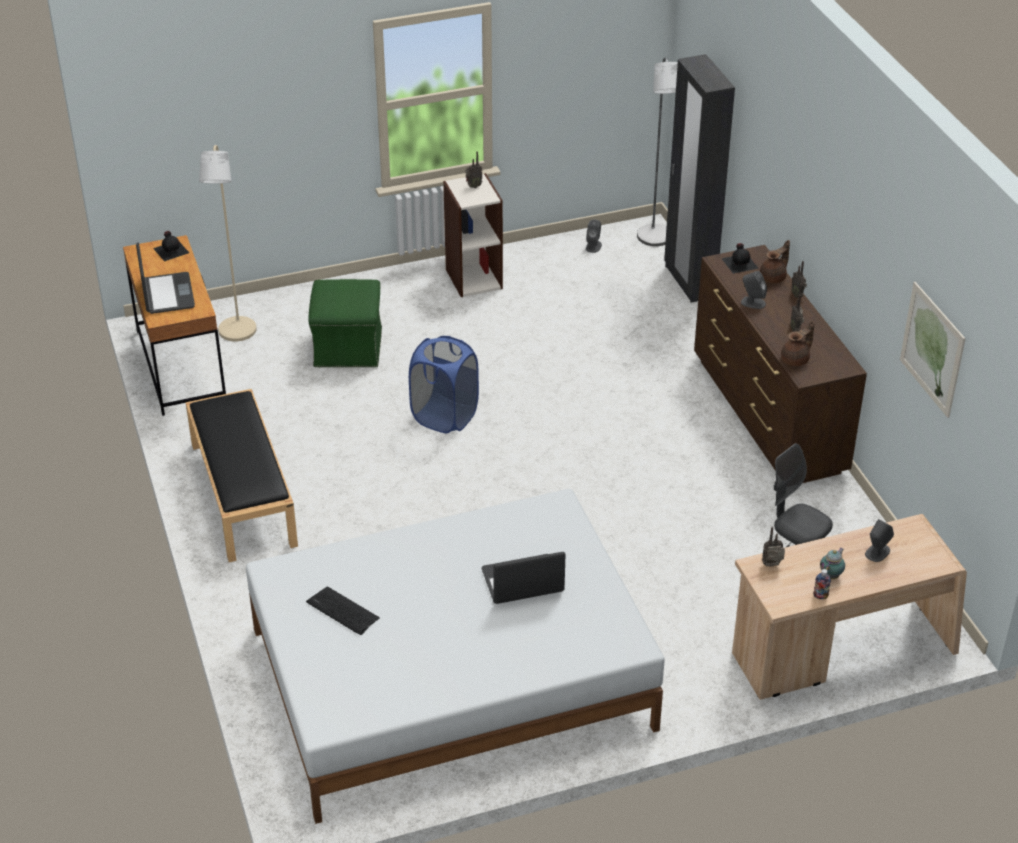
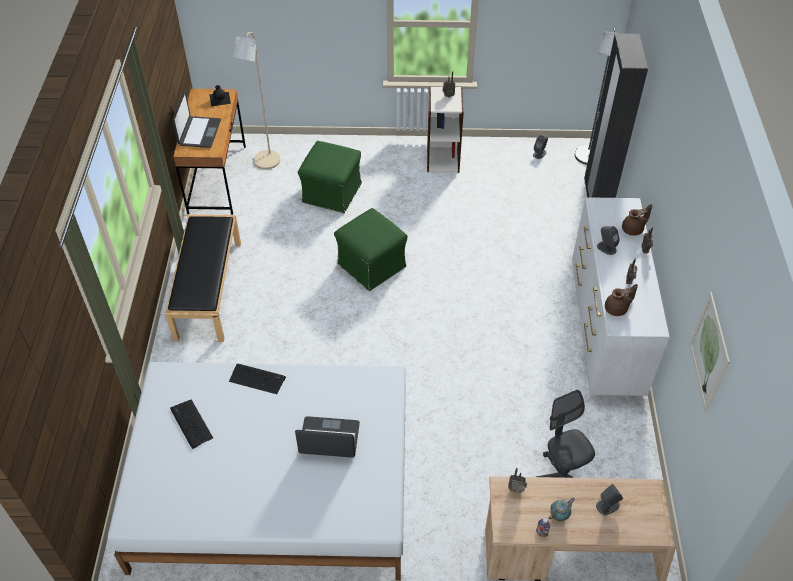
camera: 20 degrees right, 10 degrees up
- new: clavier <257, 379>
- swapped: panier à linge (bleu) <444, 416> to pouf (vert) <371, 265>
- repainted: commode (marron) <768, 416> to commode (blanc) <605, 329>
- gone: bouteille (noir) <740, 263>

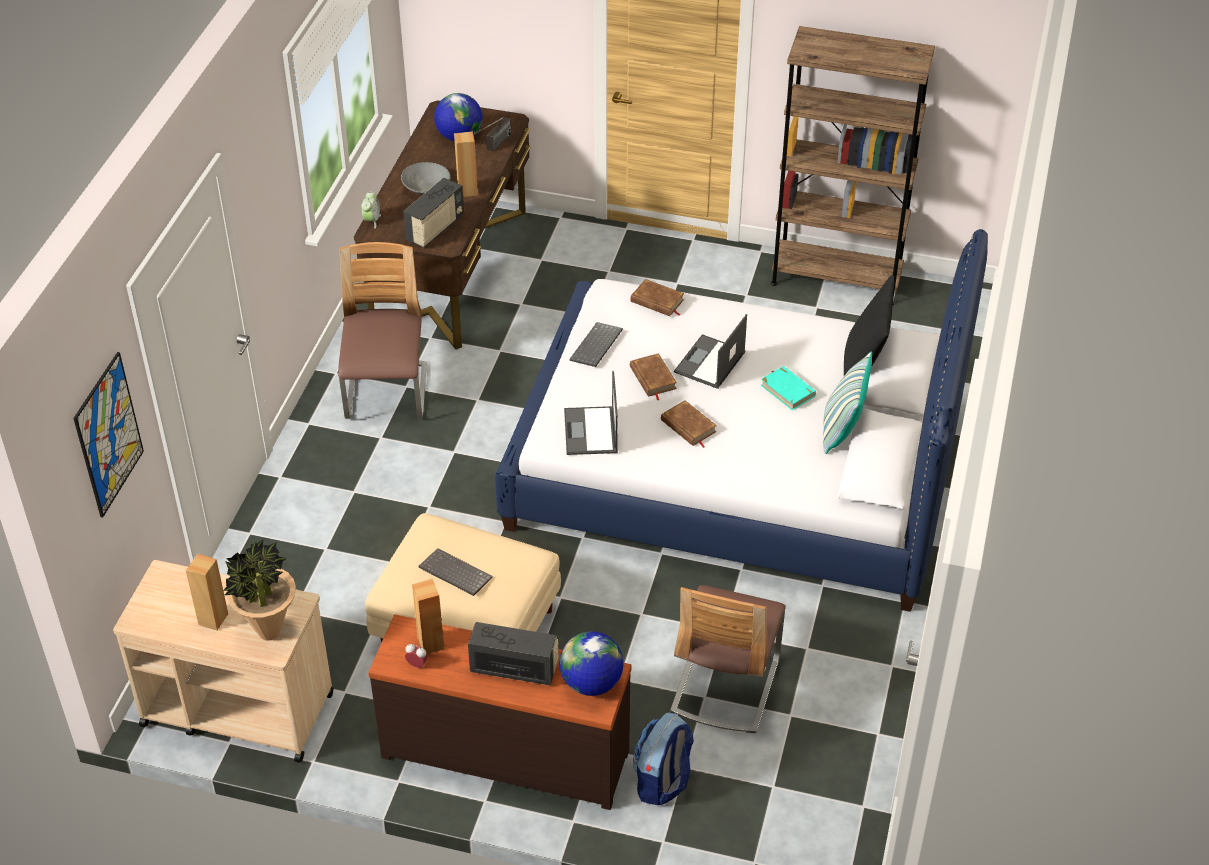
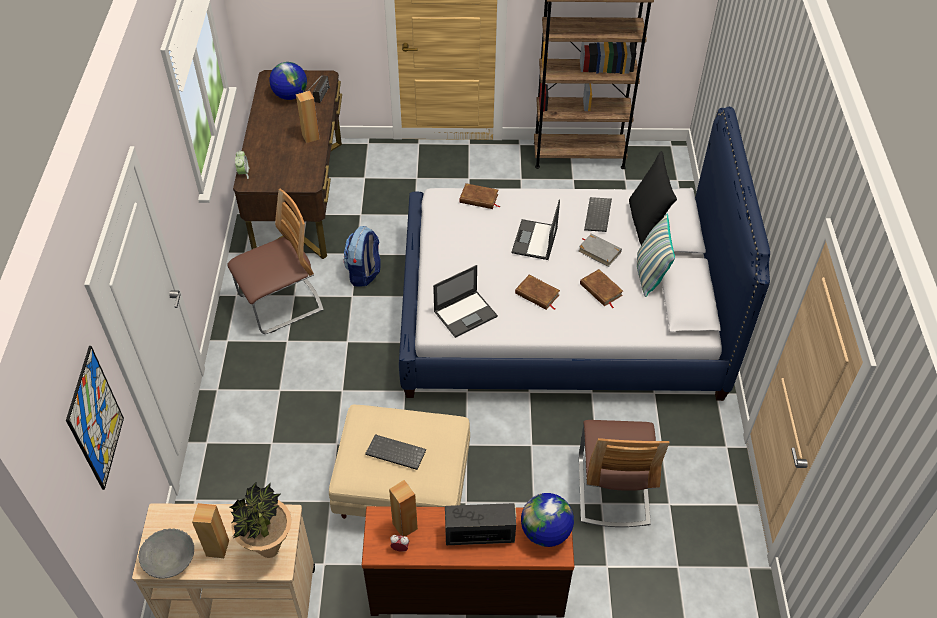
camera: 15 degrees left, 5 degrees up
- shifted: bol (gris) <426, 188> to <170, 559>
- rotated: chaise <386, 393> = <281, 304> 75 degrees clockwise
- shifted: sac à dos <662, 782> to <364, 273>
- rotated: ordinateur portable <591, 432> = <466, 313> 105 degrees counterclockwise
- repainted: livre (turquoise) <787, 390> to livre (gris) <599, 251>
- shifted: livre (marron) <652, 378> to <601, 290>
- shifted: clavier <597, 347> to <598, 216>
- gone: radio <435, 229>

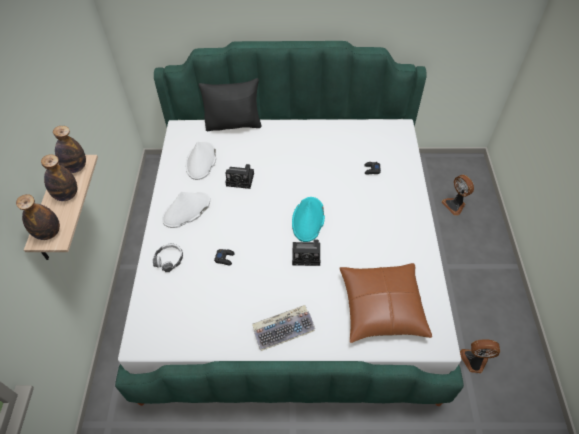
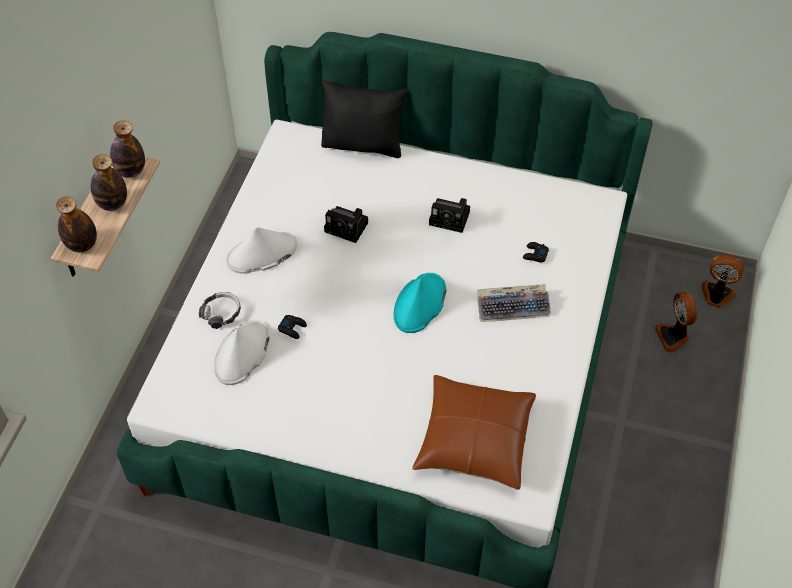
camera: 15 degrees right, 0 degrees up
- shifted: chapeau (blanc) <201, 161> to <242, 353>
- shifted: appareil photo <307, 255> to <451, 218>
- shifted: clavier <284, 329> to <513, 306>
- shifted: ventilateur <474, 361> to <716, 295>

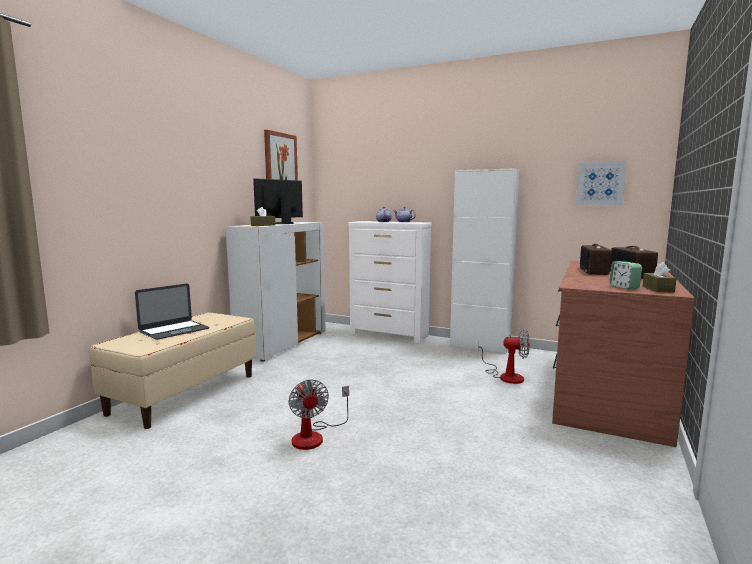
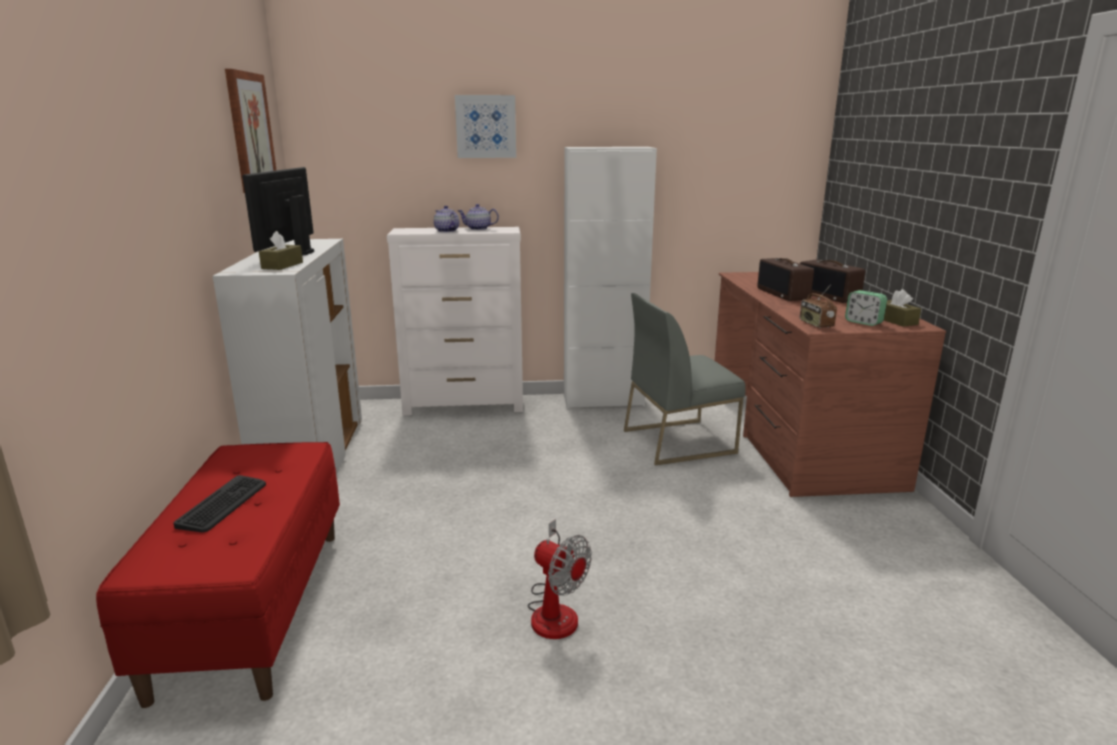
camera: 30 degrees left, 10 degrees up
- repainted: banc (beige) <185, 393> to banc (rouge) <252, 607>
- swapped: ordinateur portable <174, 330> to clavier <223, 504>
- shifted: tableau <600, 184> to <486, 126>
- swapped: ventilateur <506, 376> to chaise (gris) <679, 441>
- new: radio <815, 324>

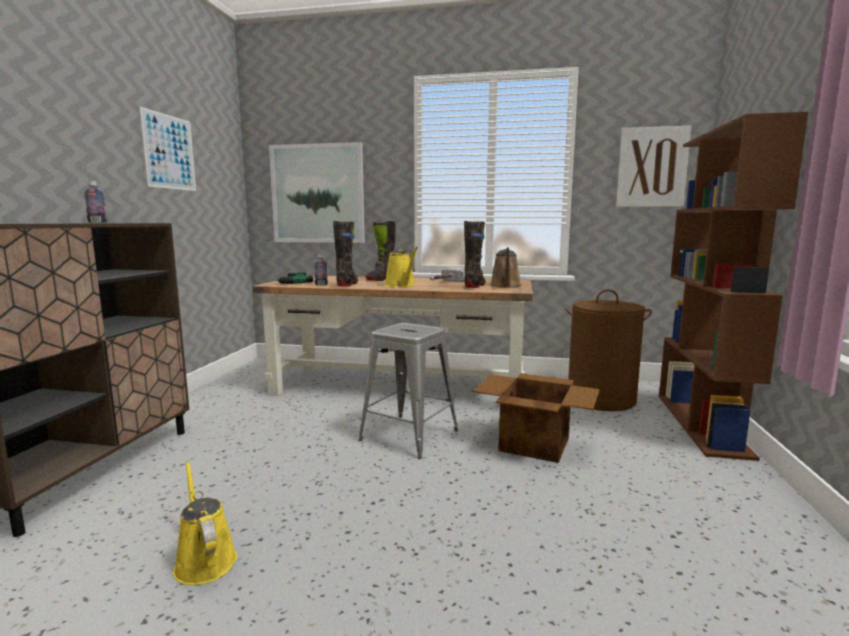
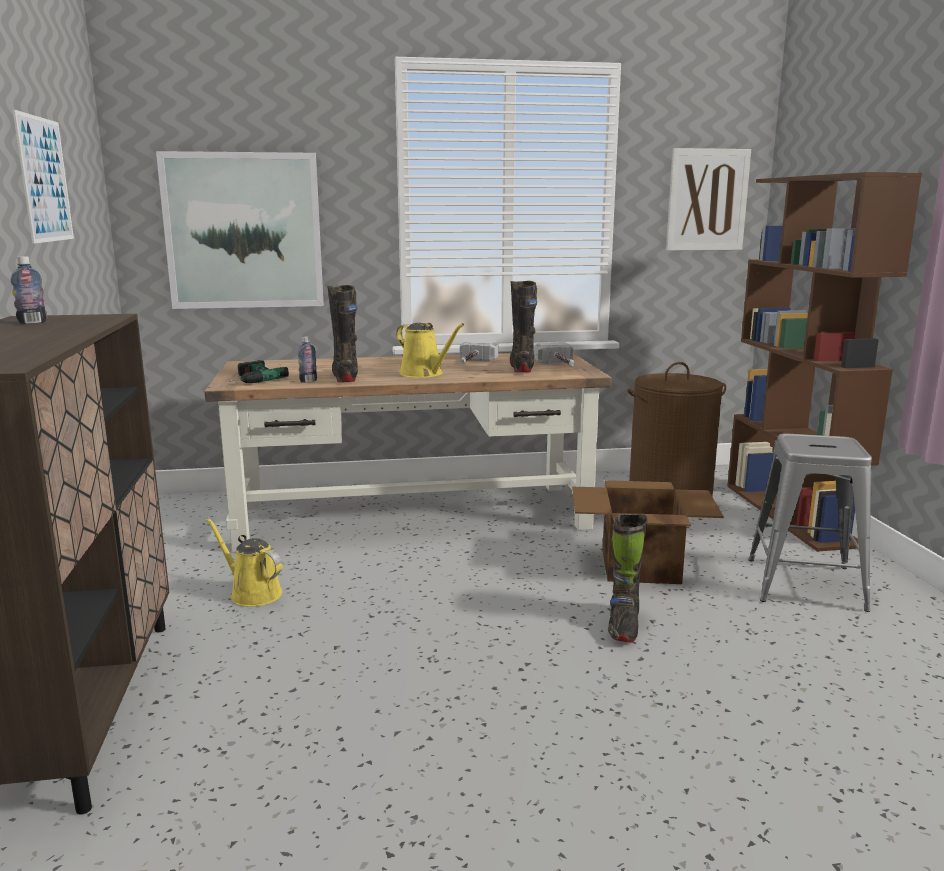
camera: 20 degrees left, 5 degrees up
- shifted: arrosoir (jaune) <204, 560> to <252, 593>
- swapped: arrosoir (marron) <505, 286> to marteau <560, 366>
- shifted: botte (noir) <381, 280> to <623, 626>
- shifted: tabouret (gris) <410, 435> to <805, 583>

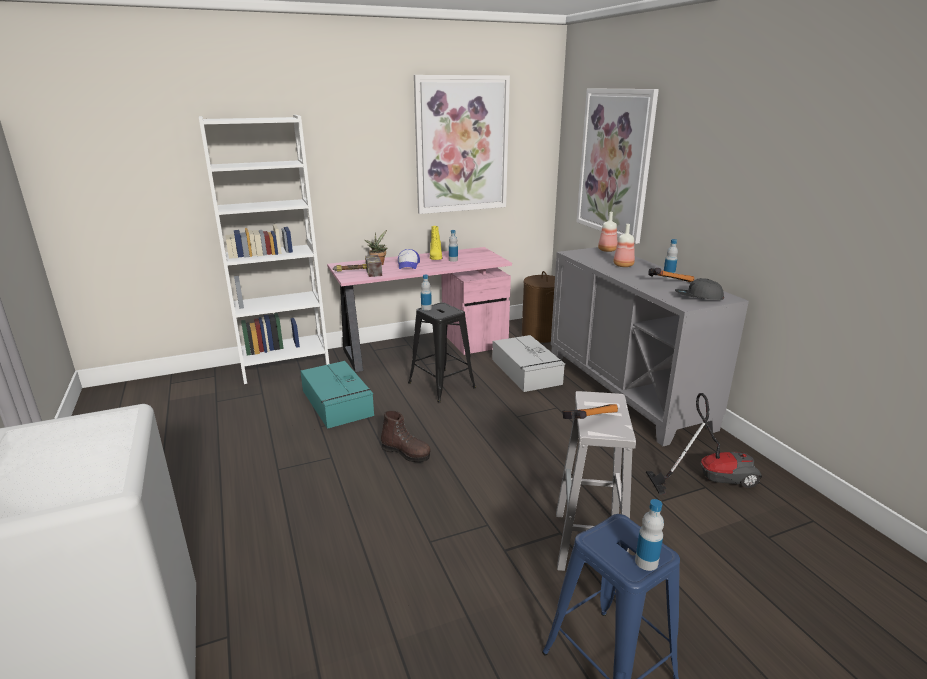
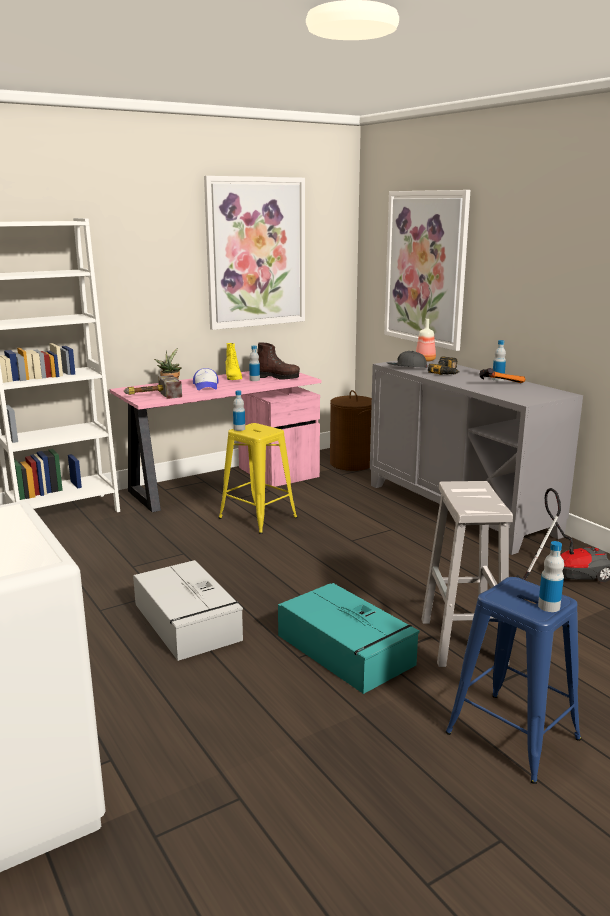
camera: 10 degrees left, 5 degrees down
- shifted: boîte de rangement (gris) <526, 372> to <187, 622>
- repainted: tabouret (noir) <441, 385> to tabouret (jaune) <257, 518>
- shifted: botte (marron) <406, 453> to <277, 377>
- shifted: boîte de rangement (turquoise) <337, 403> to <346, 651>
- shifted: casquette (gris) <698, 297> to <406, 367>
- swapped: bouteille <623, 265> to perceuse <447, 372>
- gone: marteau <587, 420>

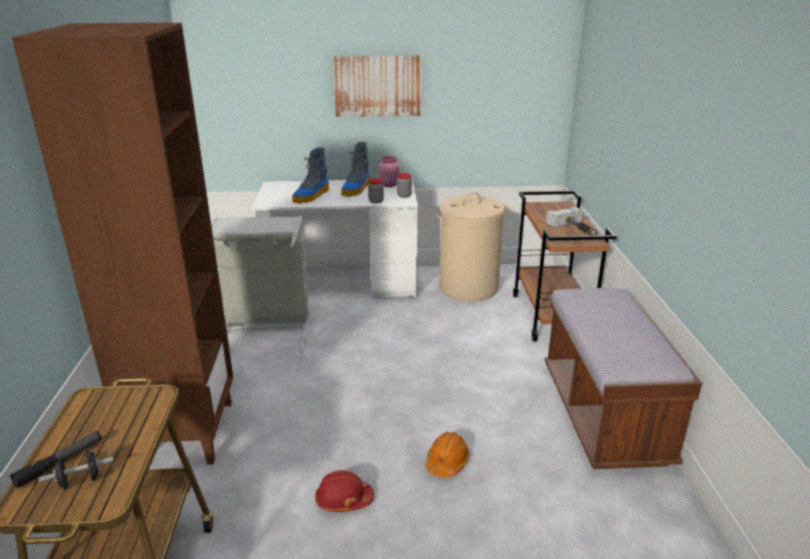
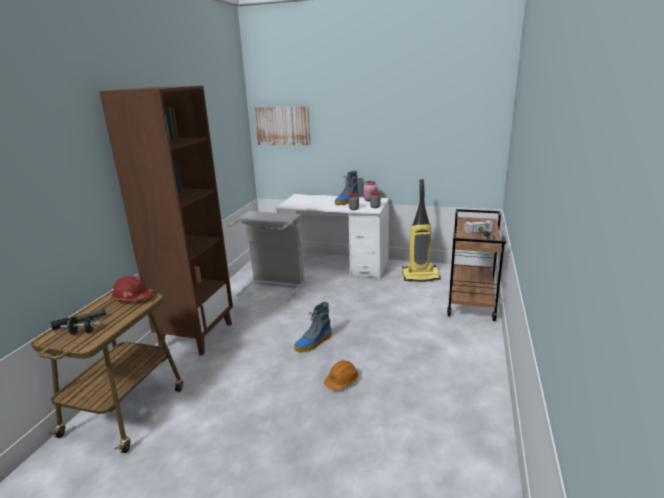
camera: 20 degrees right, 5 degrees down
- shifted: casque de chantier (rouge) <343, 500> to <132, 298>
- shifted: tableau <378, 85> to <283, 125>
- shifted: botte <311, 196> to <314, 343>
- swapped: panier à linge (beige) <468, 287> to aspirateur <420, 276>
- gone: banc (marron) <603, 415>

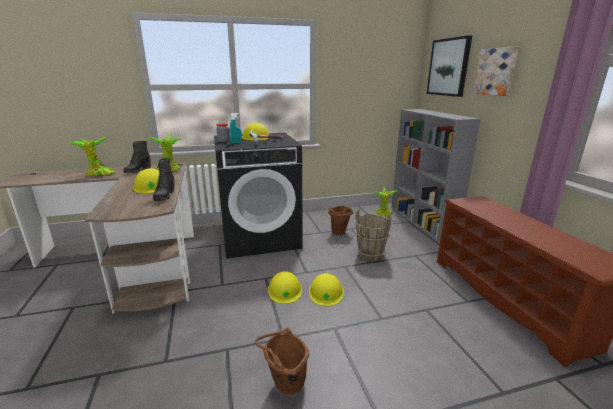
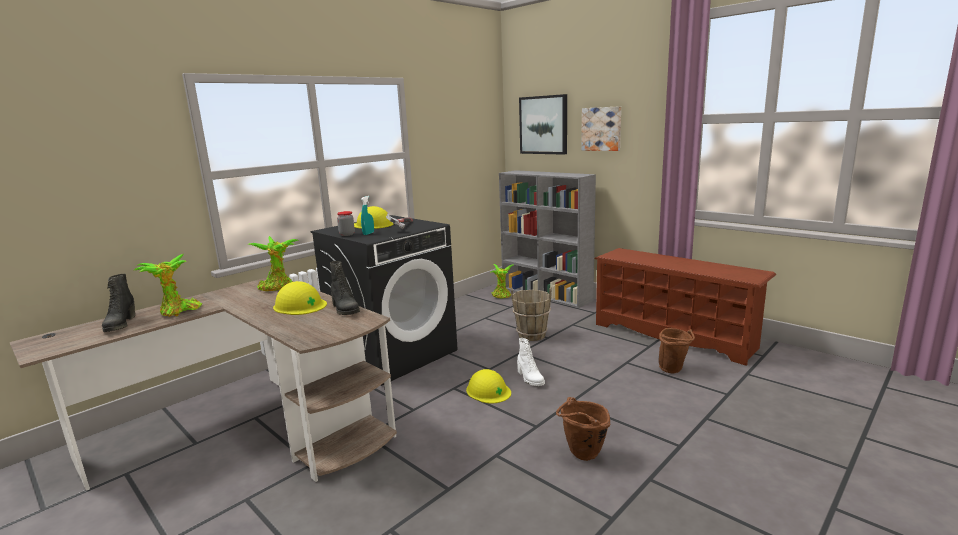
camera: 30 degrees left, 5 degrees down
- shifted: botte (noir) <137, 171> to <120, 325>
- swapped: casque de chantier (jaune) <326, 292> to botte (blanc) <530, 379>
- shifted: seau (marron) <339, 233> to <674, 370>

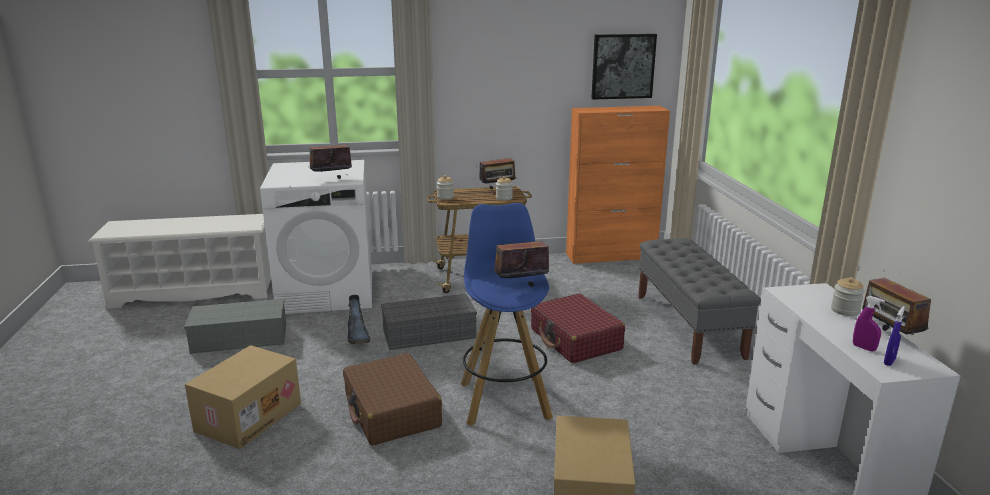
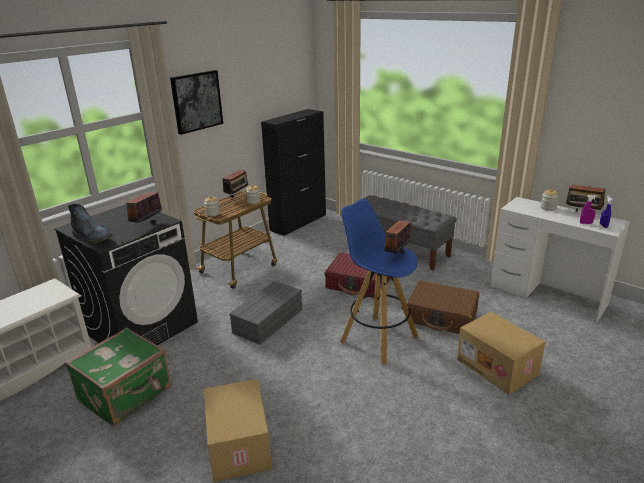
camera: 40 degrees left, 5 degrees up
- repainted: lave-linge (blanc) <327, 293> to lave-linge (noir) <142, 327>
- swapped: boîte de rangement (gris) <241, 337> to valise (vert) <126, 395>
- shifted: botte <358, 336> to <93, 238>
- shifted: tableau <623, 66> to <196, 101>
- repainted: meuble de rangement (orange) <611, 256> to meuble de rangement (noir) <299, 222>
- shifted: valise (marron) <392, 411> to <442, 316>

